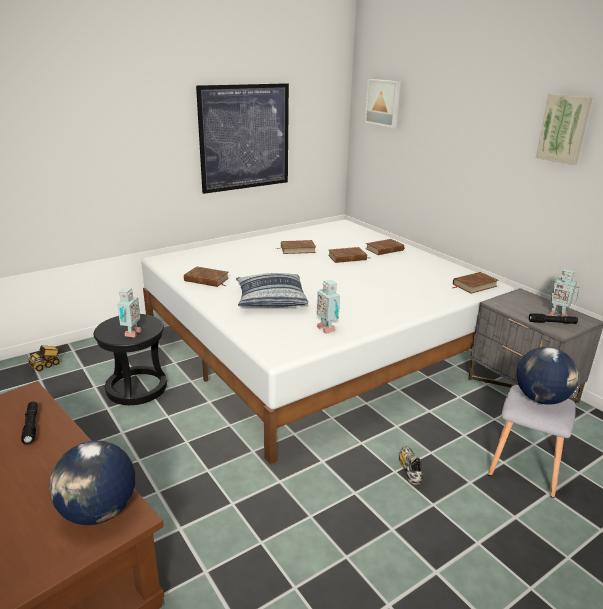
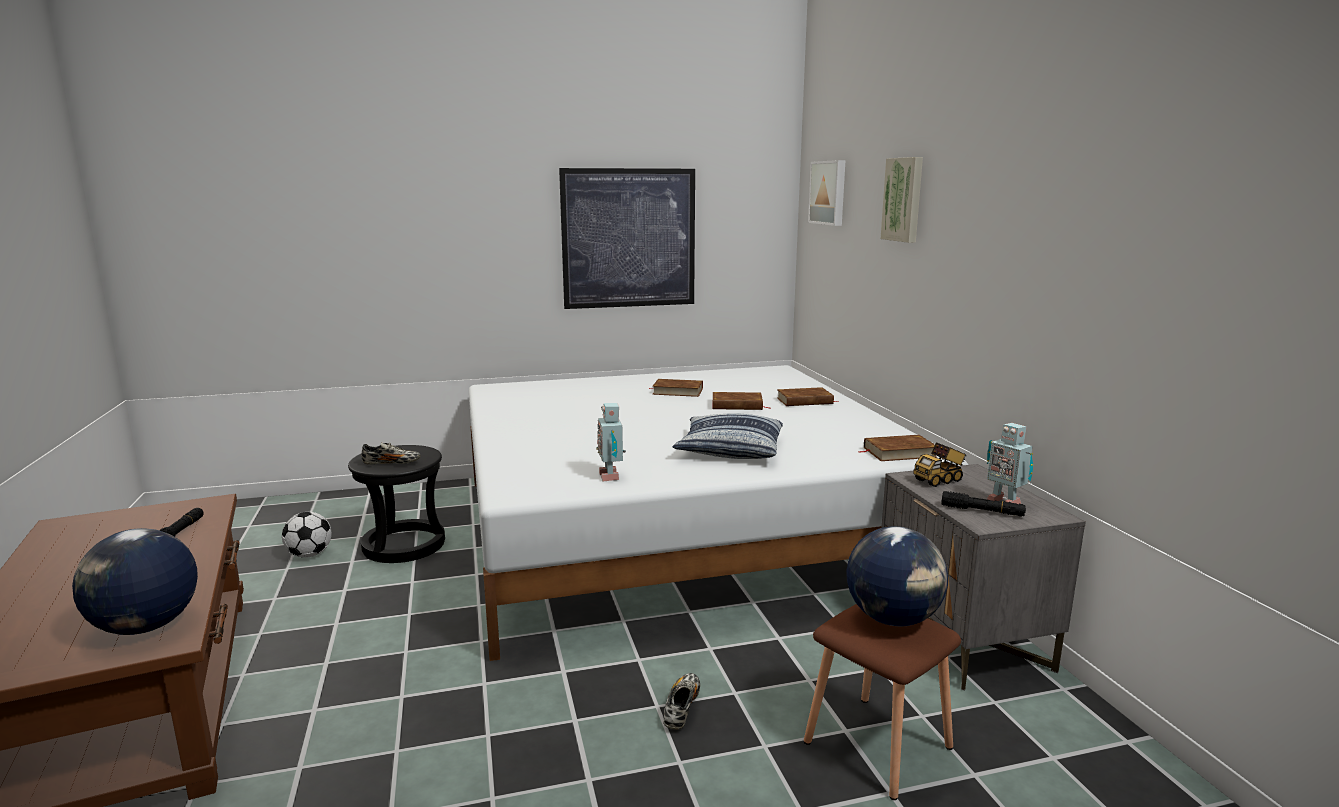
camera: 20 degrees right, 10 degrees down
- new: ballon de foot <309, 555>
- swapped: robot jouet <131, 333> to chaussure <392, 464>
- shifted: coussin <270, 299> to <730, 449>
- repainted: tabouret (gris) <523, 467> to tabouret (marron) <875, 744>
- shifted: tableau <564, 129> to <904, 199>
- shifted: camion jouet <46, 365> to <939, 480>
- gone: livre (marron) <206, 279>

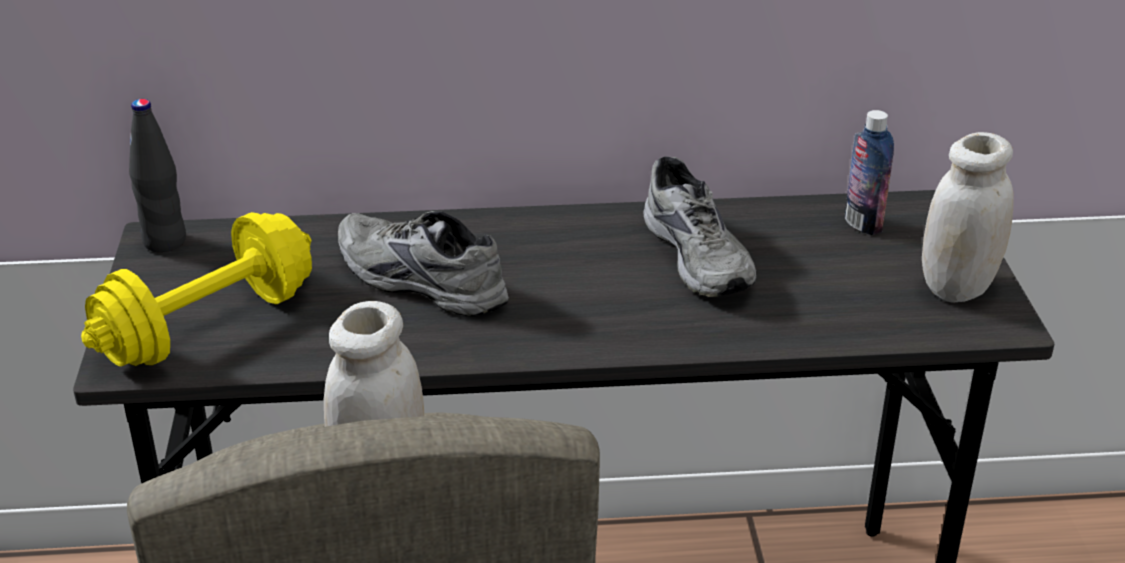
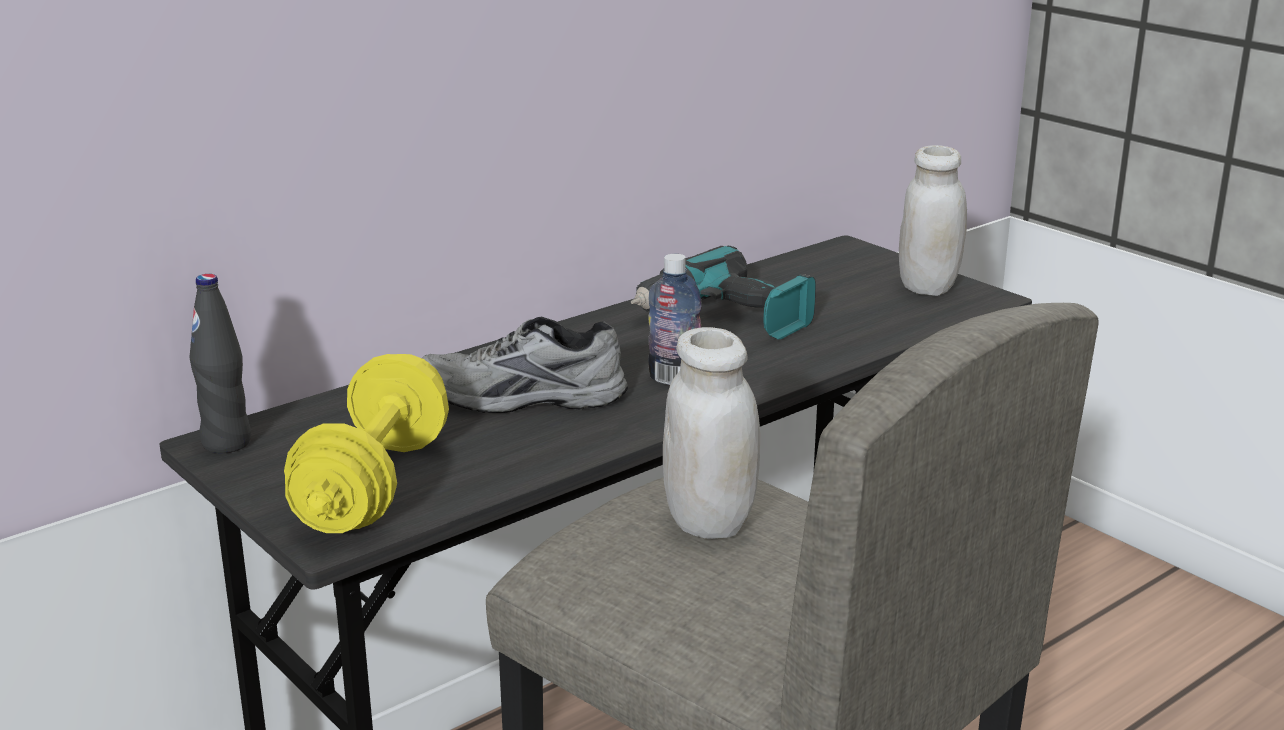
camera: 35 degrees left, 10 degrees down
- swapped: chaussure (gris) <701, 255> to perceuse <726, 318>
- shifted: bouteille <863, 223> to <674, 379>

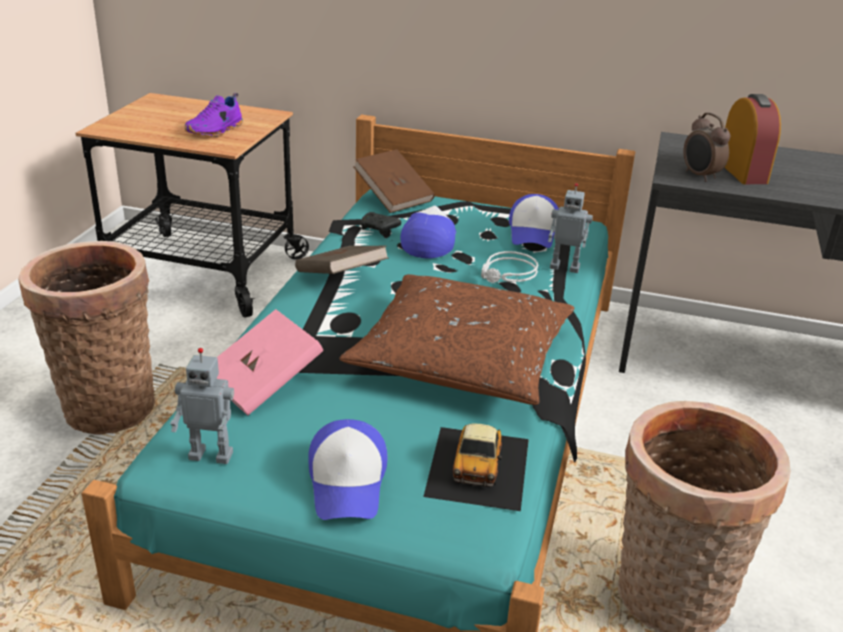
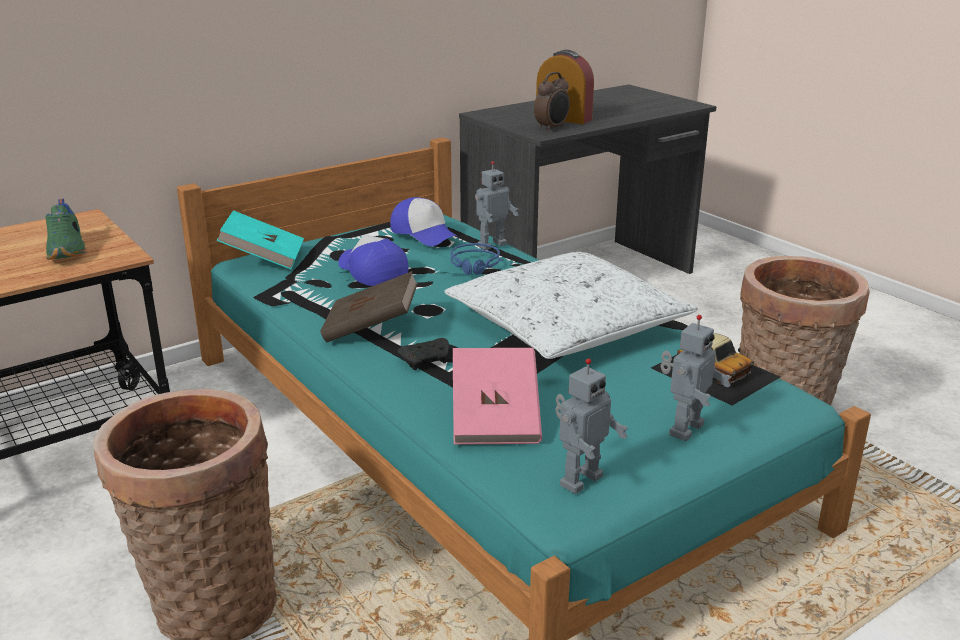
camera: 50 degrees left, 5 degrees down
- repainted: chaussure (violet) <216, 130> to chaussure (vert) <68, 250>
- repainted: livre (marron) <393, 197> to livre (turquoise) <263, 258>
- shifted: manette (noir) <379, 229> to <426, 361>
- repainted: coussin (marron) <461, 357> to coussin (blanc) <566, 326>
- repainted: casque audio (gris) <508, 275> to casque audio (bleu) <476, 265>
- rotated: réveil <700, 176> = <552, 128> 60 degrees counterclockwise
- swapped: casquette <348, 482> to robot jouet <684, 429>

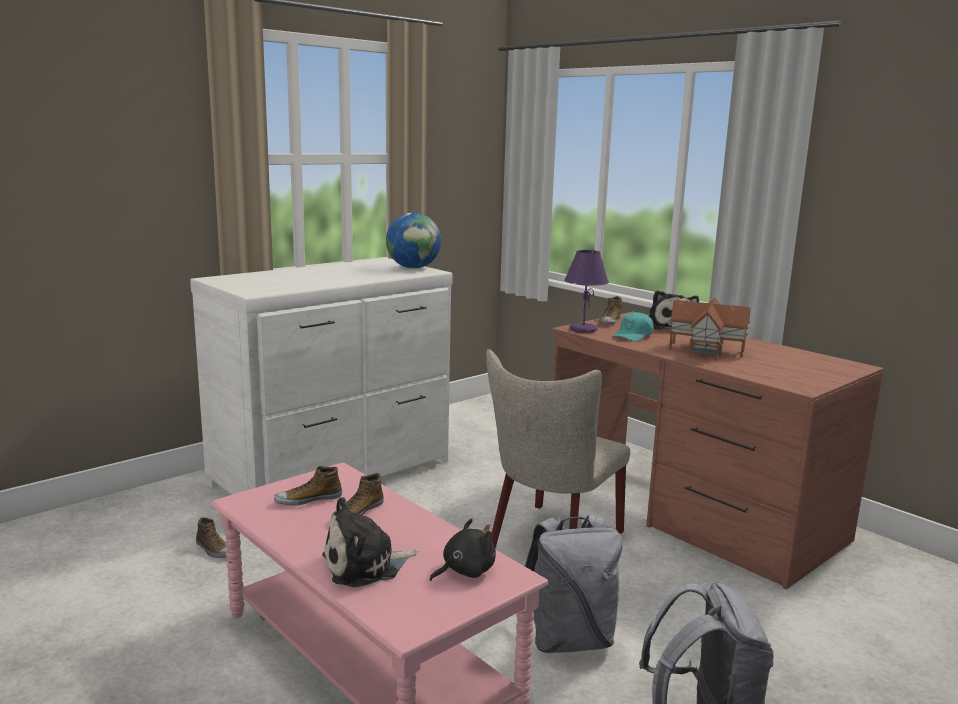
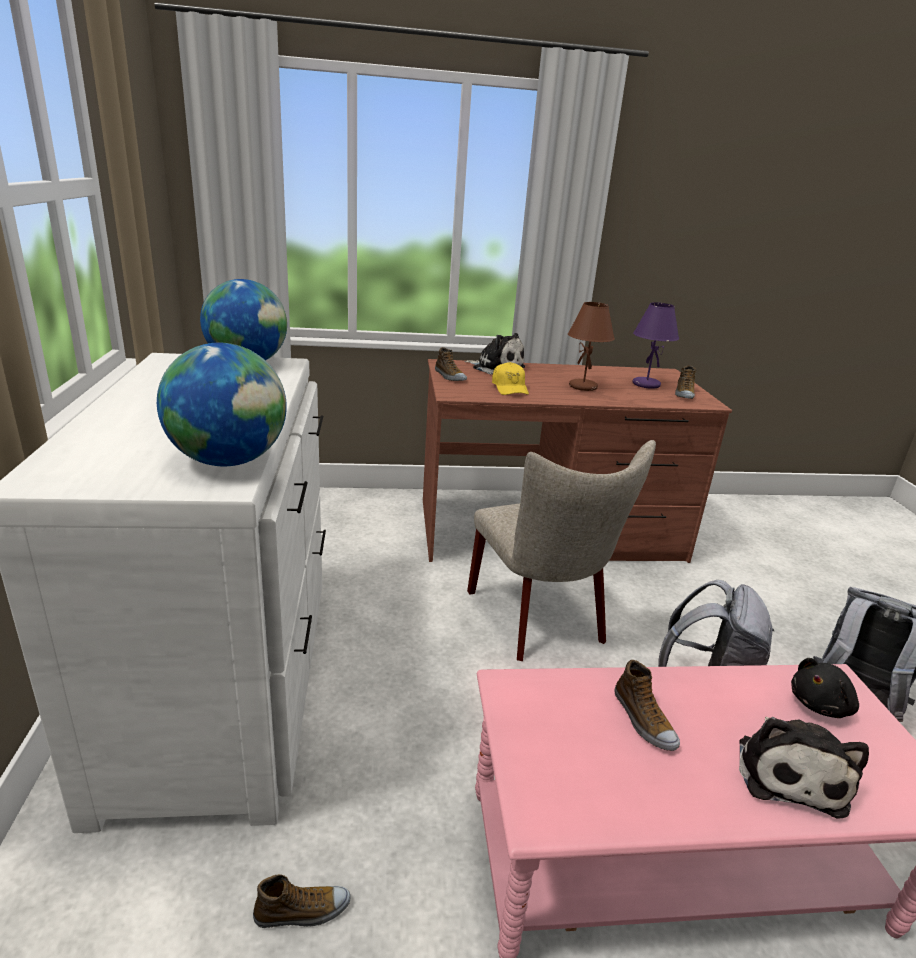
camera: 55 degrees left, 10 degrees up
- new: globe <228, 461>
- repainted: casquette (turquoise) <633, 336> to casquette (jaune) <509, 388>
- swapped: maison miniature <707, 350> to lampe de table (marron) <583, 387>
- shifted: lampe de table (violet) <583, 329> to <645, 384>
- shifted: chaussure <308, 499> to <683, 394>
- rotated: peluche (noir) <465, 571> = <821, 705> 120 degrees counterclockwise

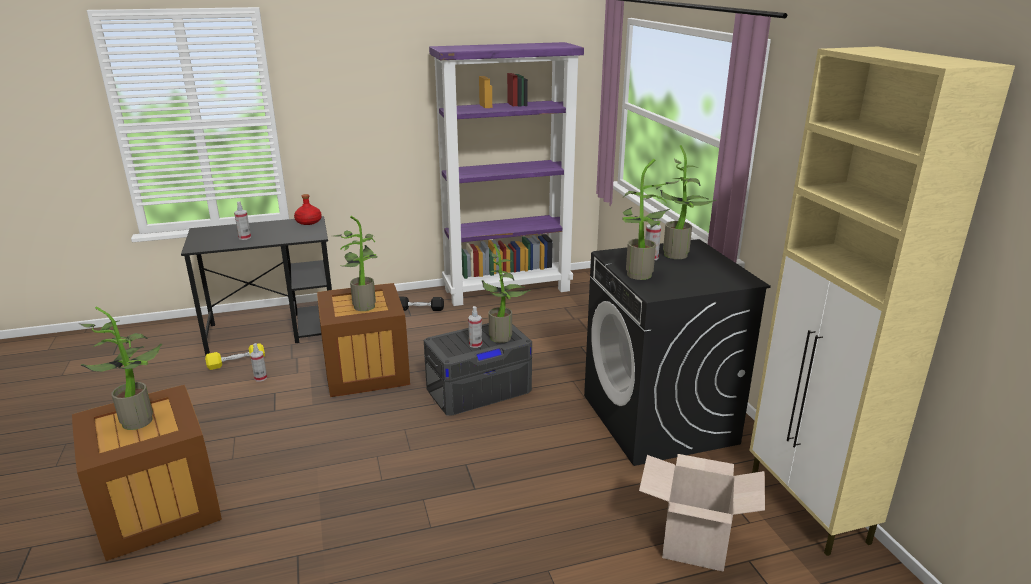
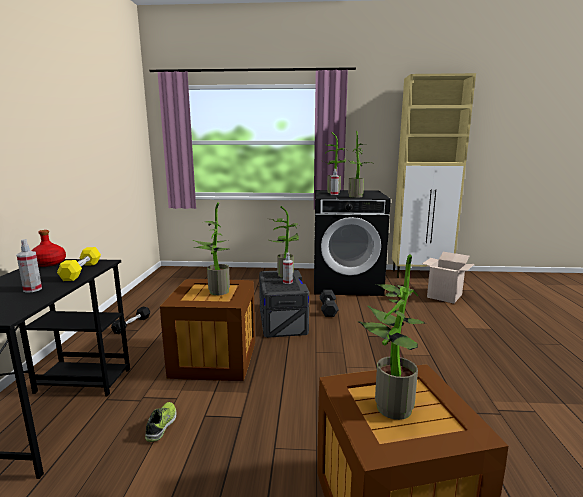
camera: 70 degrees left, 10 degrees down
- shifted: haltère (jaune) <236, 362> to <81, 270>
- swapped: vaporisateur <260, 378> to chaussure <162, 425>
- new: haltère (gris) <328, 309>
- gone: bibliothèque (violet) <508, 290>

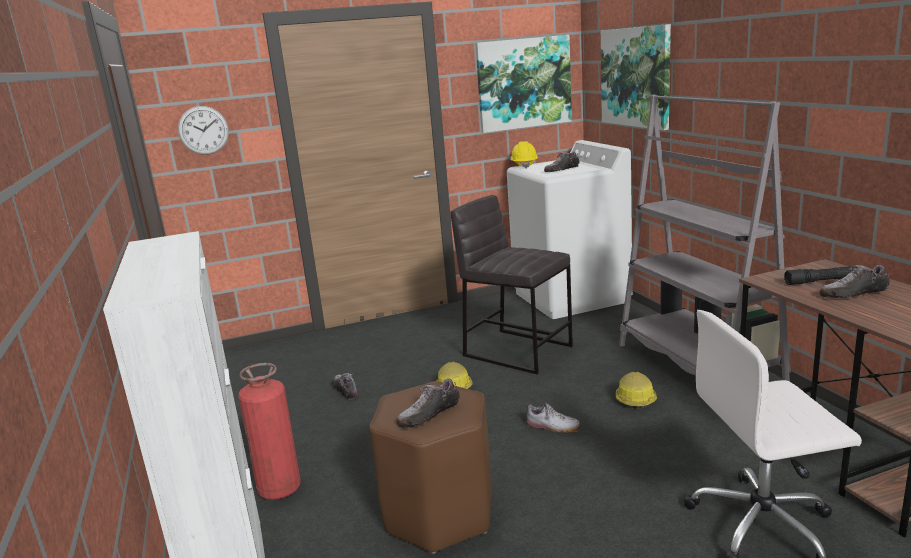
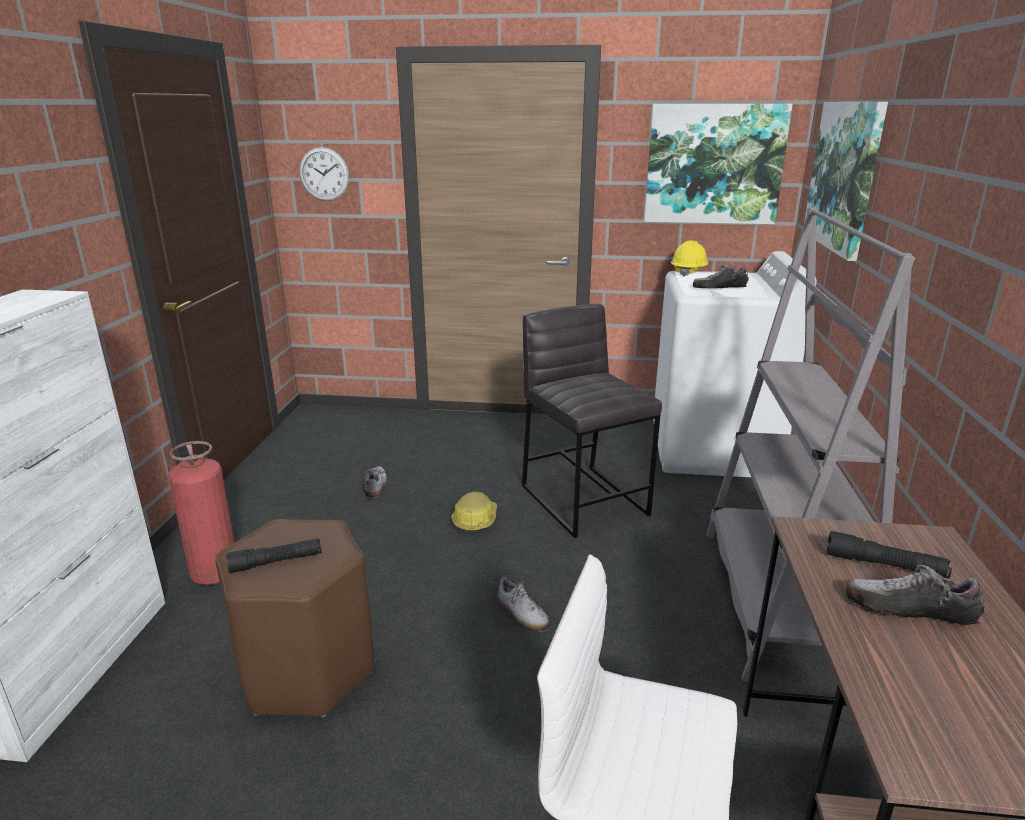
camera: 25 degrees right, 5 degrees up
- swapped: chaussure <428, 414> to lampe de poche (noir) <276, 562>
- gone: casque de chantier <635, 398>

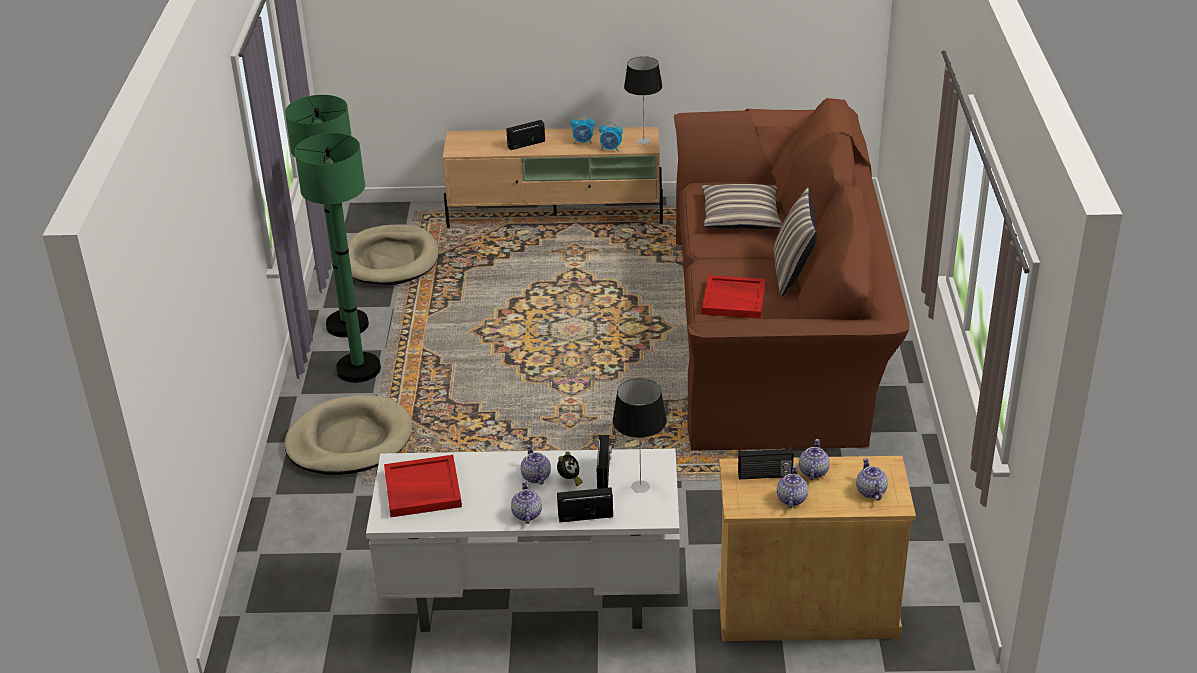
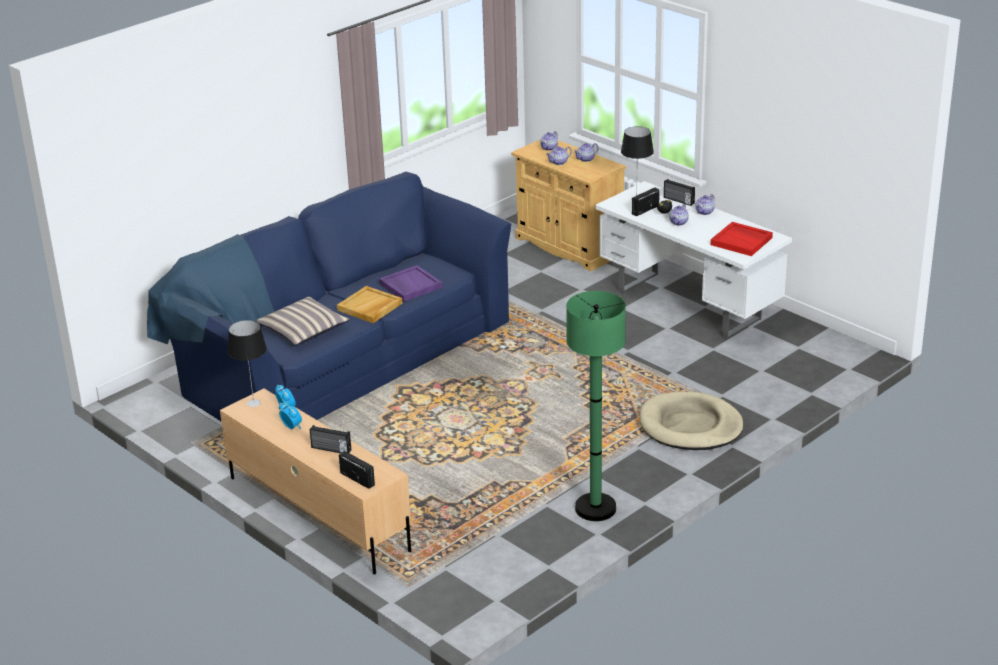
camera: 135 degrees left, 5 degrees down
- repainted: canapé (marron) <777, 326> to canapé (bleu) <341, 355>
- new: plateau (beige) <369, 307>
- shifted: radio <765, 475> to <358, 479>
- repainted: plateau (rouge) <734, 299> to plateau (violet) <410, 285>
- gone: lampadaire (vert) <358, 369>
- gone: panier pour chien (beige) <391, 259>
- gone: coussin <793, 274>

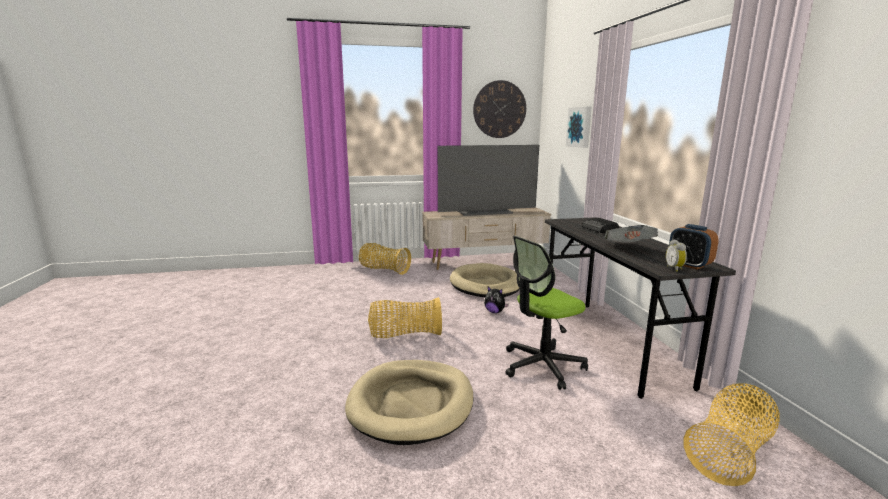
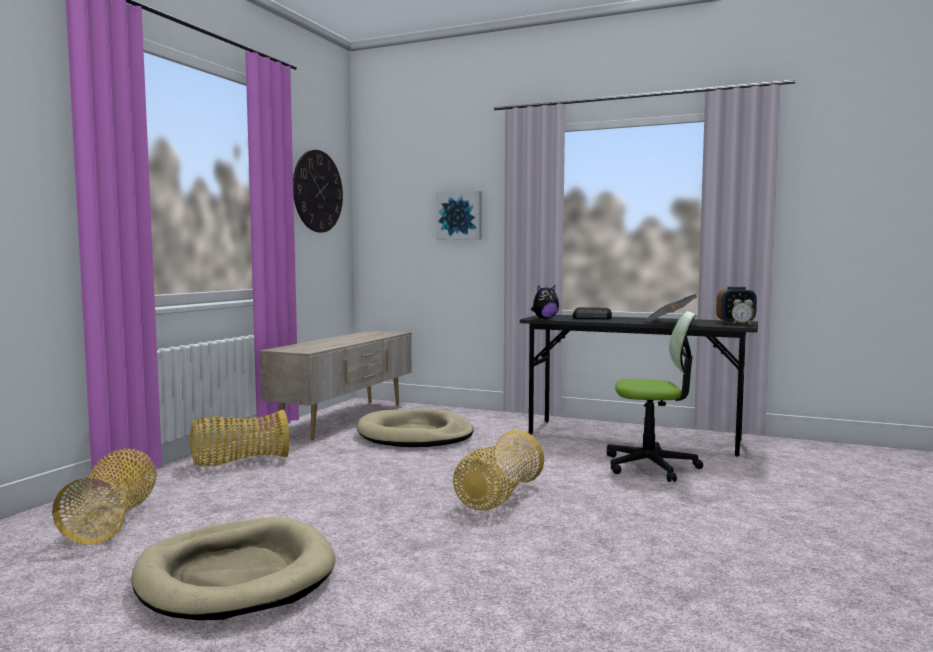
camera: 55 degrees left, 10 degrees down
- shifted: panier <730, 452> to <113, 520>
- shifted: panier pour chien (beige) <411, 404> to <236, 575>
- shifted: peluche <494, 312> to <545, 319>
- rotated: chaise de bureau <542, 366> = <651, 466> 90 degrees counterclockwise
- gone: téléviseur <485, 212>

